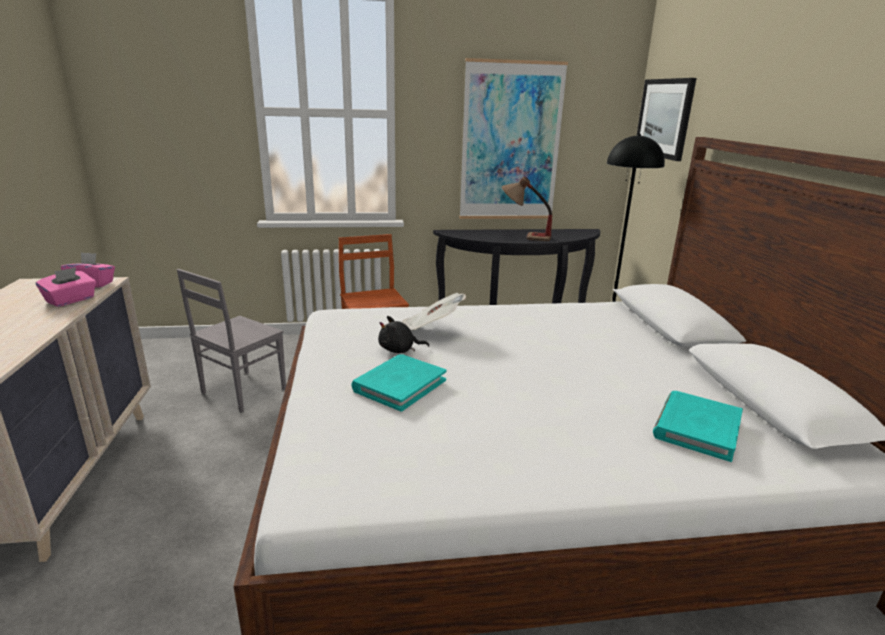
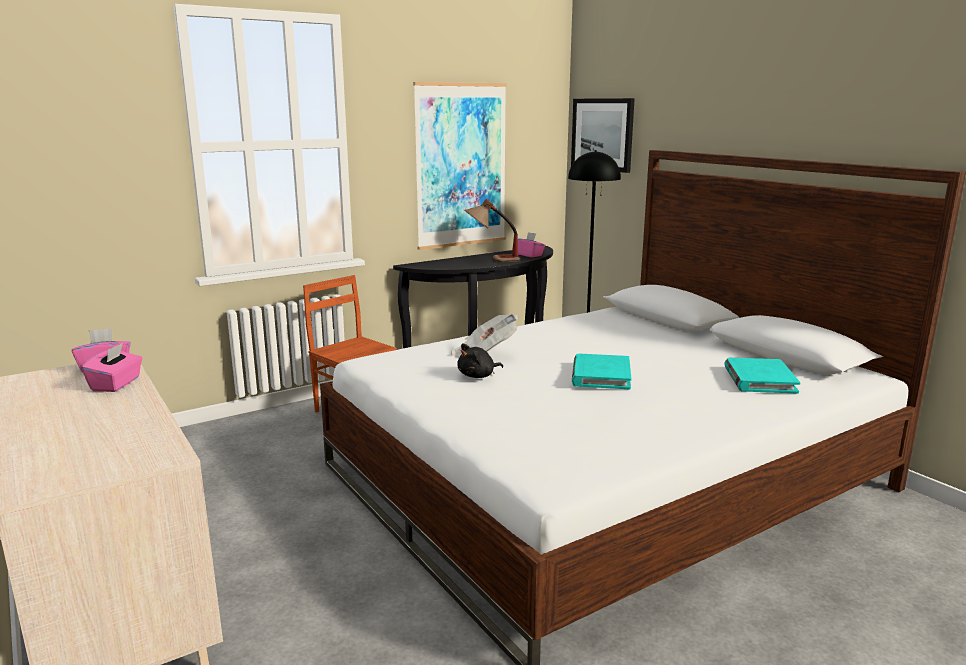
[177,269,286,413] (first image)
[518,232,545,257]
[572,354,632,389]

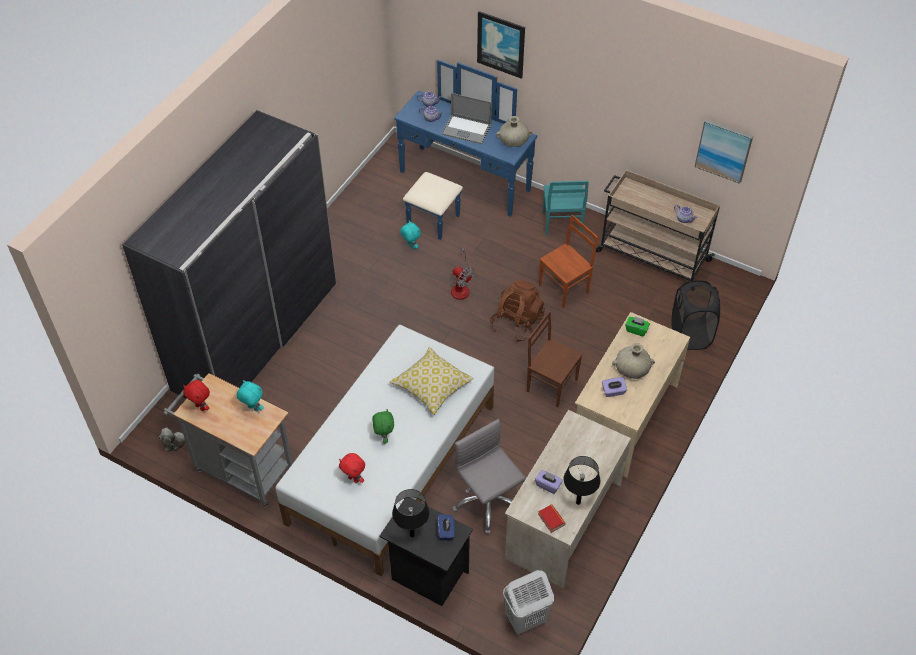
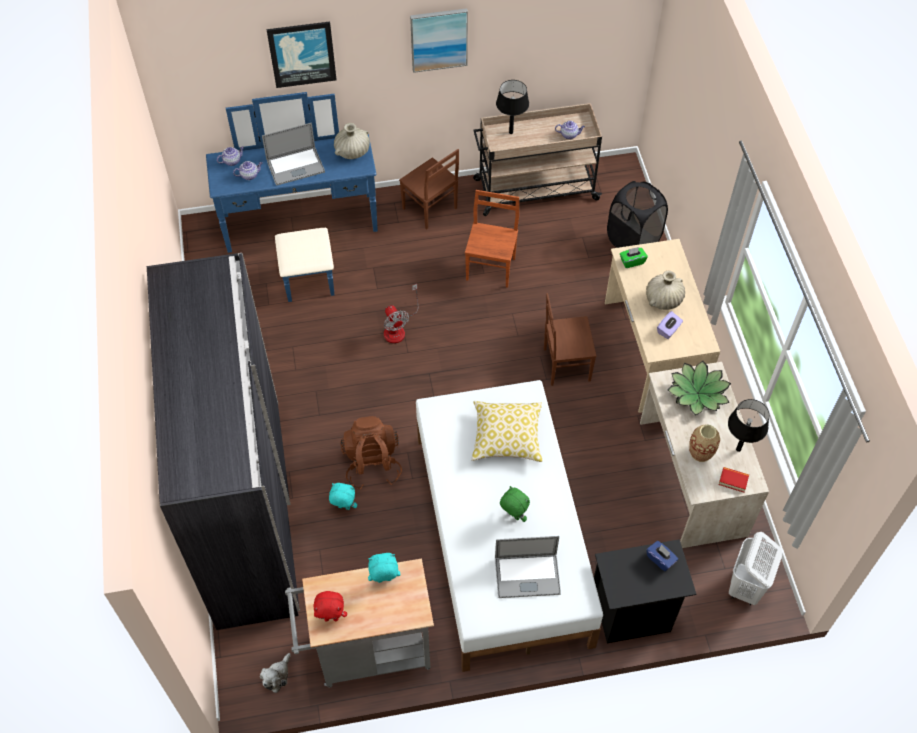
[452,419,526,534] (first image)
[668,361,731,415]
[496,80,529,134]
[329,483,357,510]
[340,416,402,489]
[410,8,468,73]
[495,536,561,598]
[689,424,720,462]
[399,149,459,230]
[384,284,418,344]

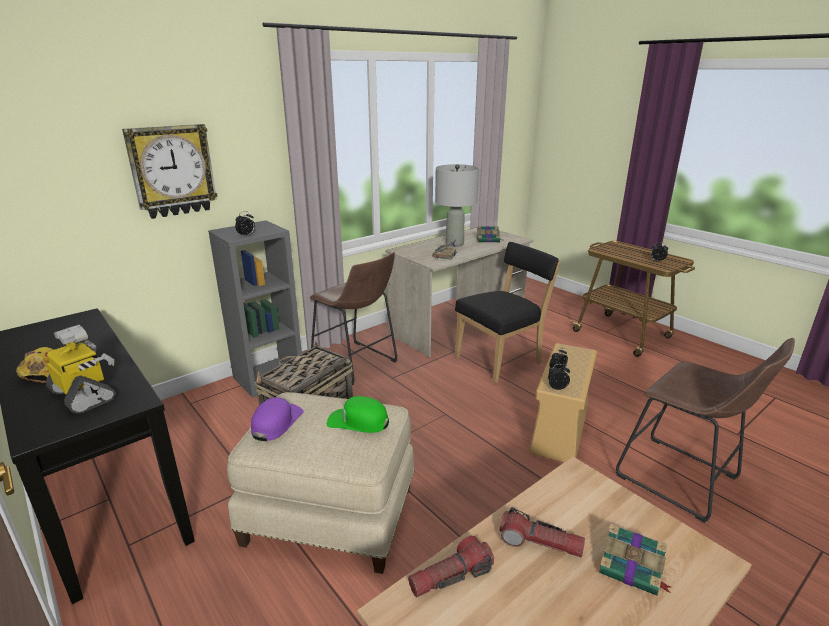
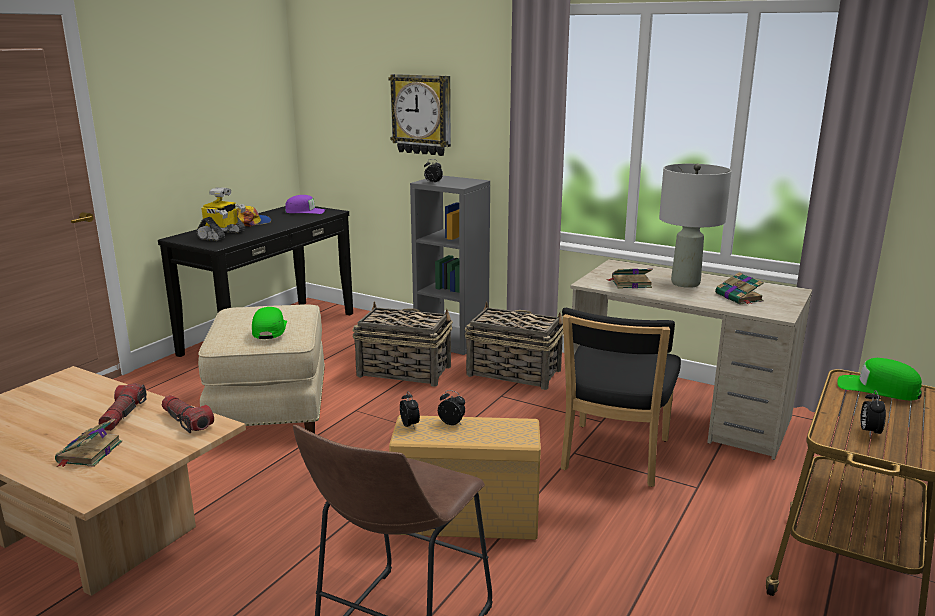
[837,358,922,400]
[285,195,326,214]
[162,395,214,433]
[465,301,563,390]
[561,308,681,487]

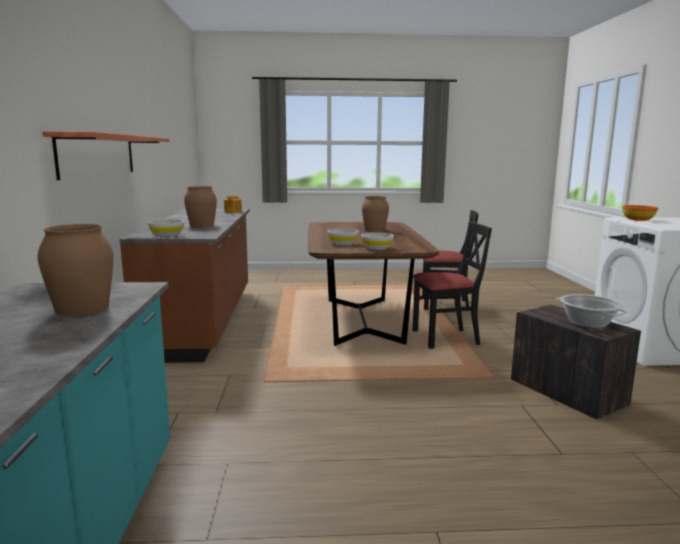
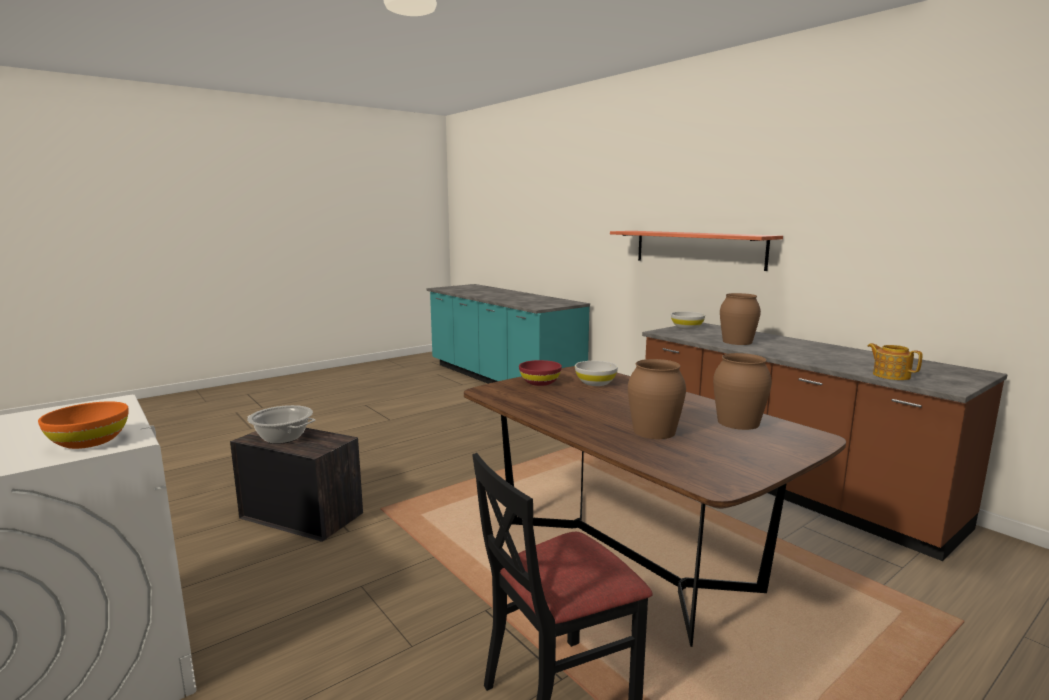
[413,222,492,349] (first image)
[713,353,772,430]
[519,360,562,386]

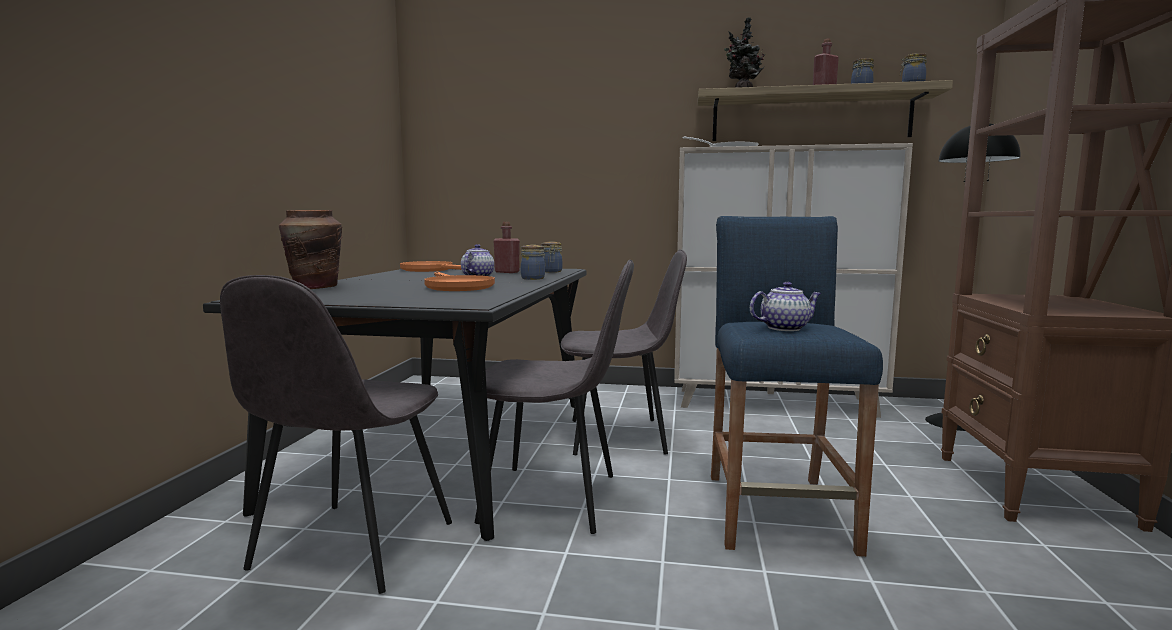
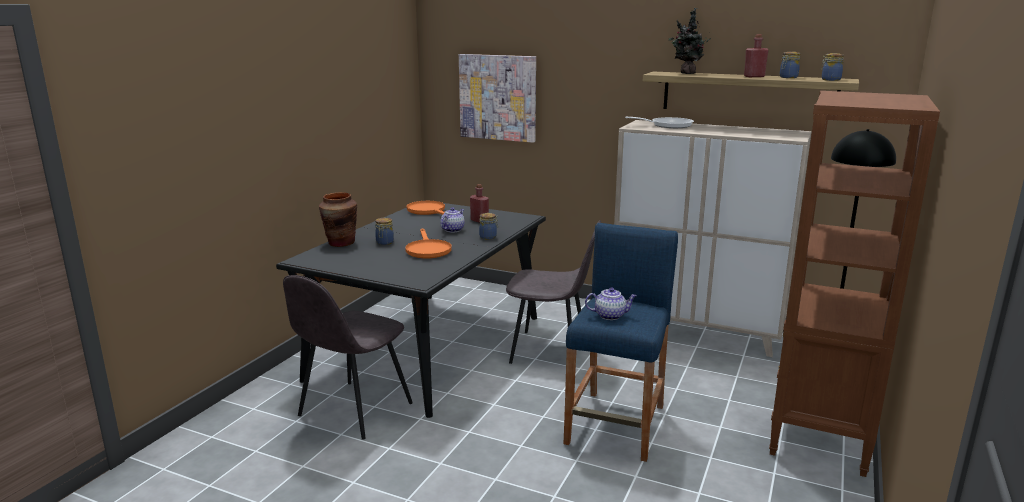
[475,260,634,534] (first image)
[459,54,536,143]
[375,218,394,245]

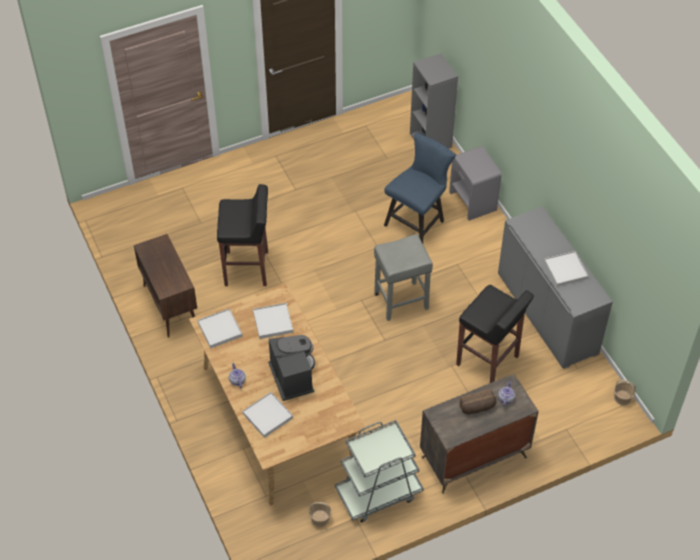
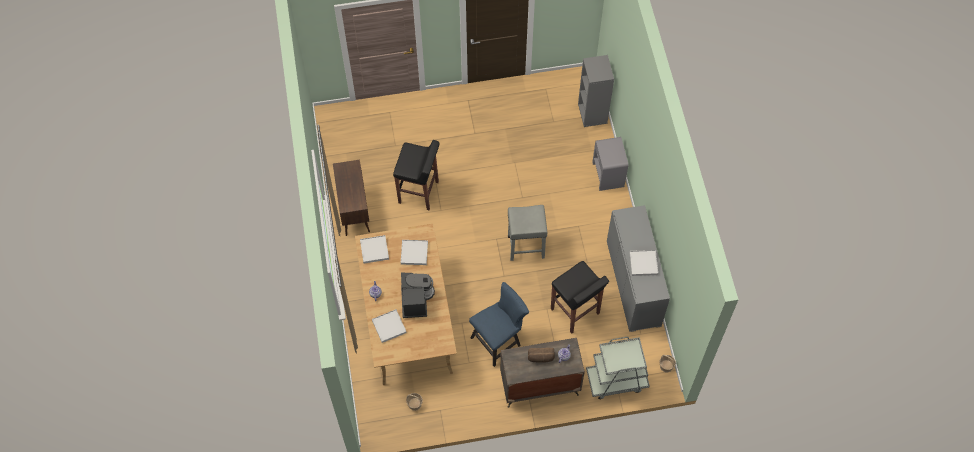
[586,337,650,399]
[469,282,529,367]

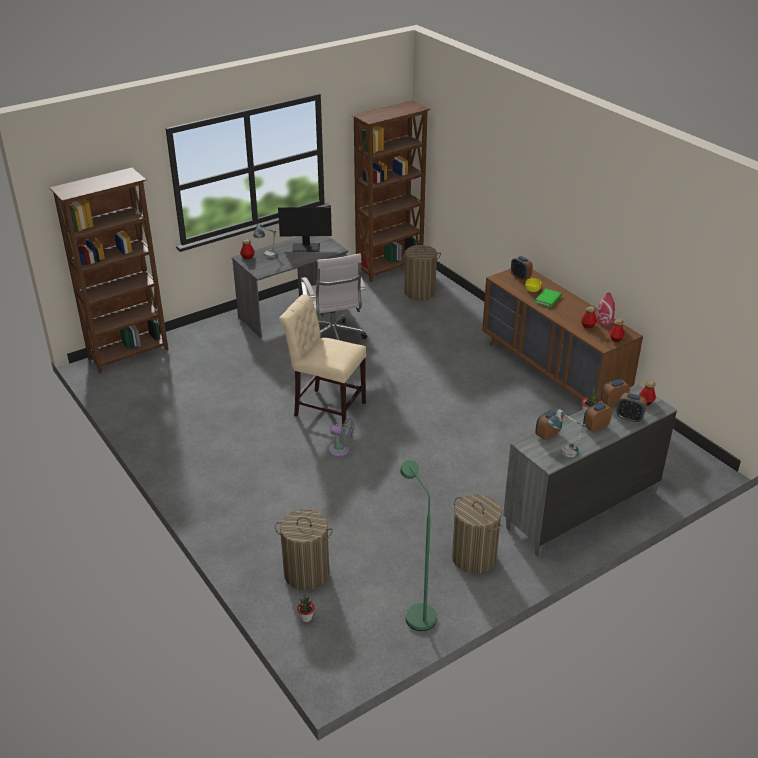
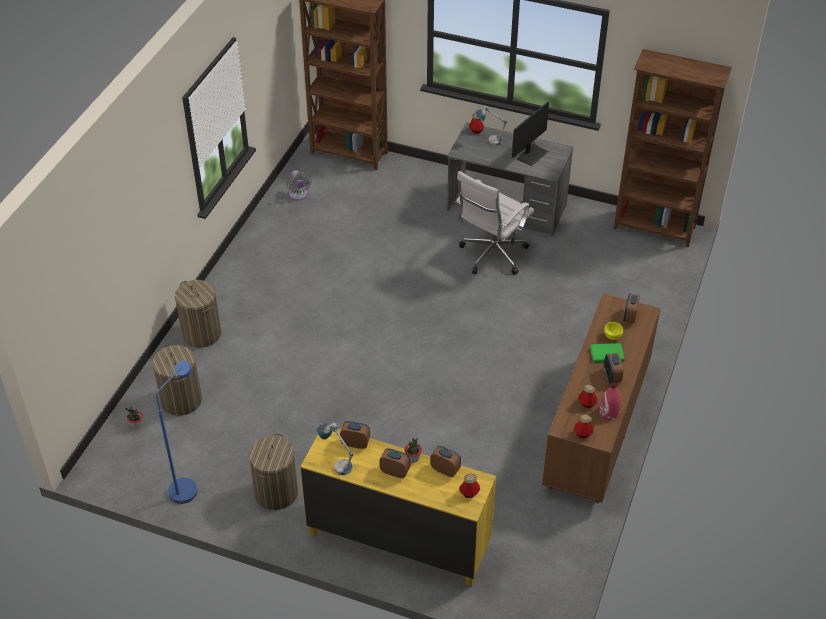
[279,294,366,426] (first image)
[287,170,311,200]
[175,280,221,348]
[604,353,623,384]
[156,361,197,504]
[300,428,496,587]
[512,102,549,167]

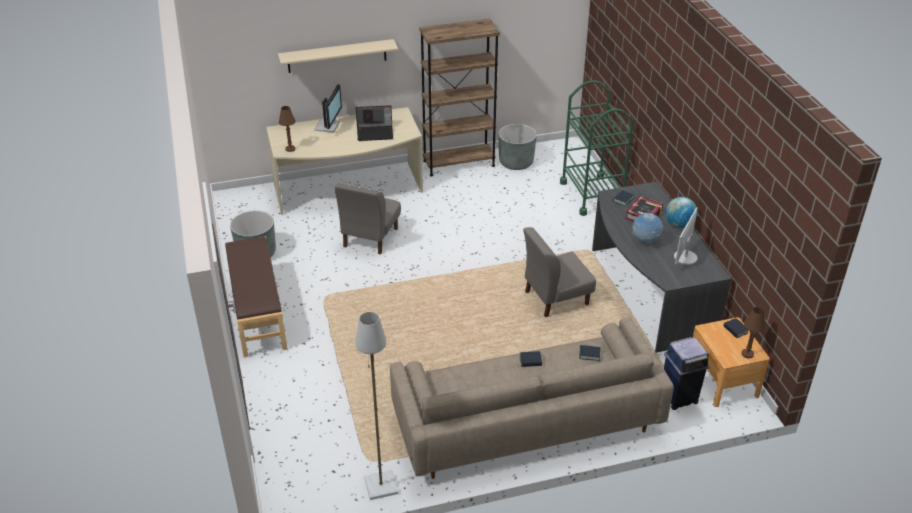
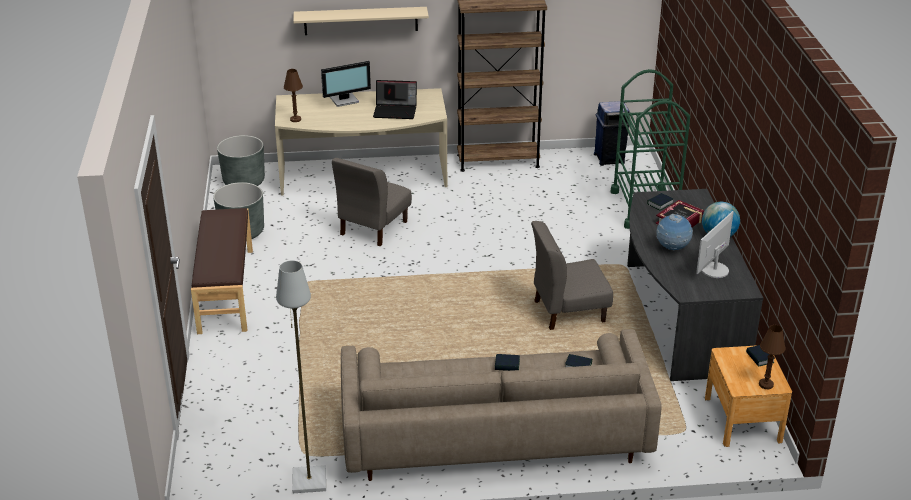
[217,135,265,186]
[594,101,630,166]
[321,61,371,107]

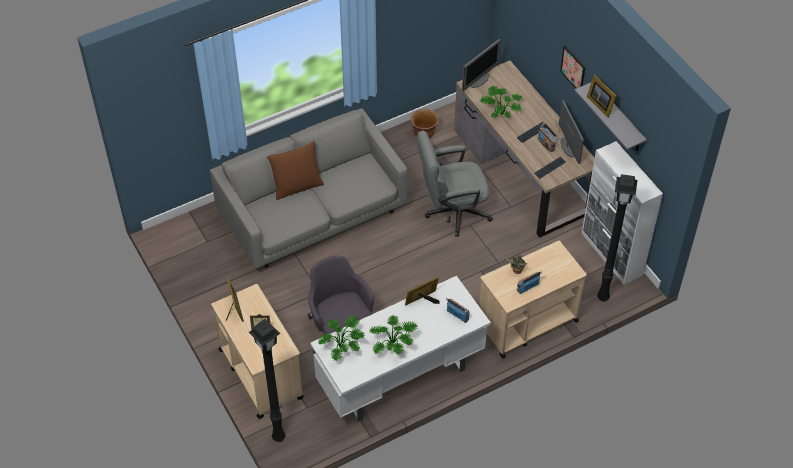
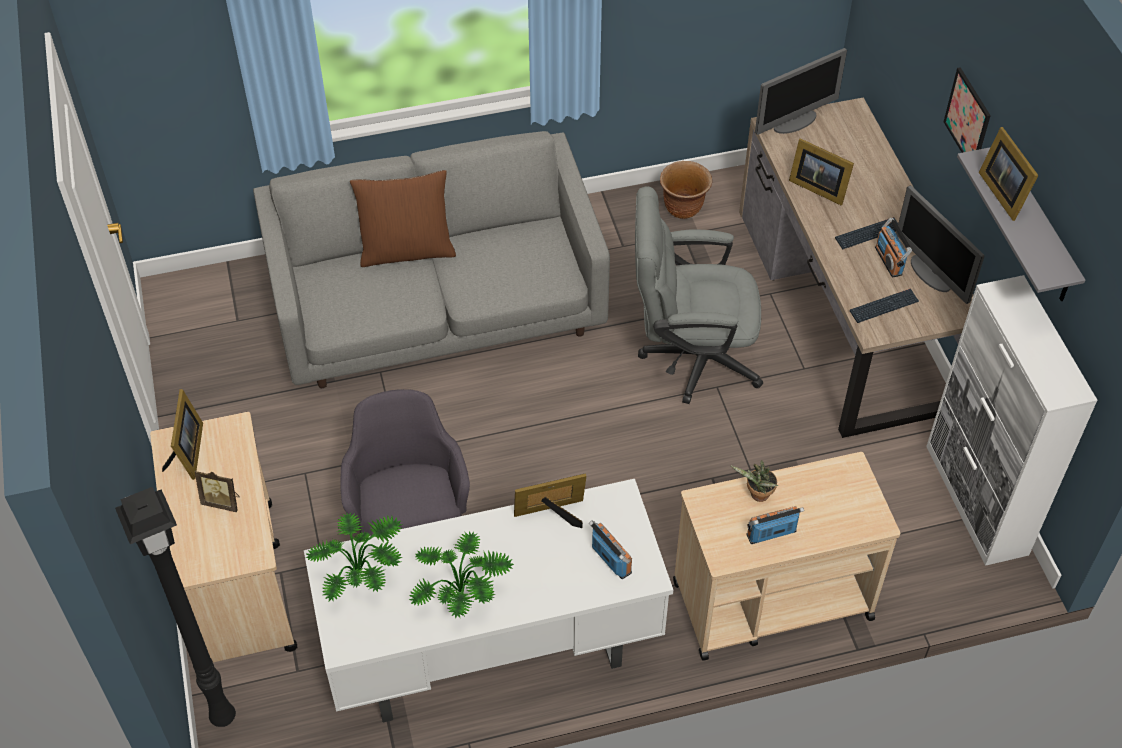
[597,174,637,302] (first image)
[789,138,854,206]
[896,185,985,304]

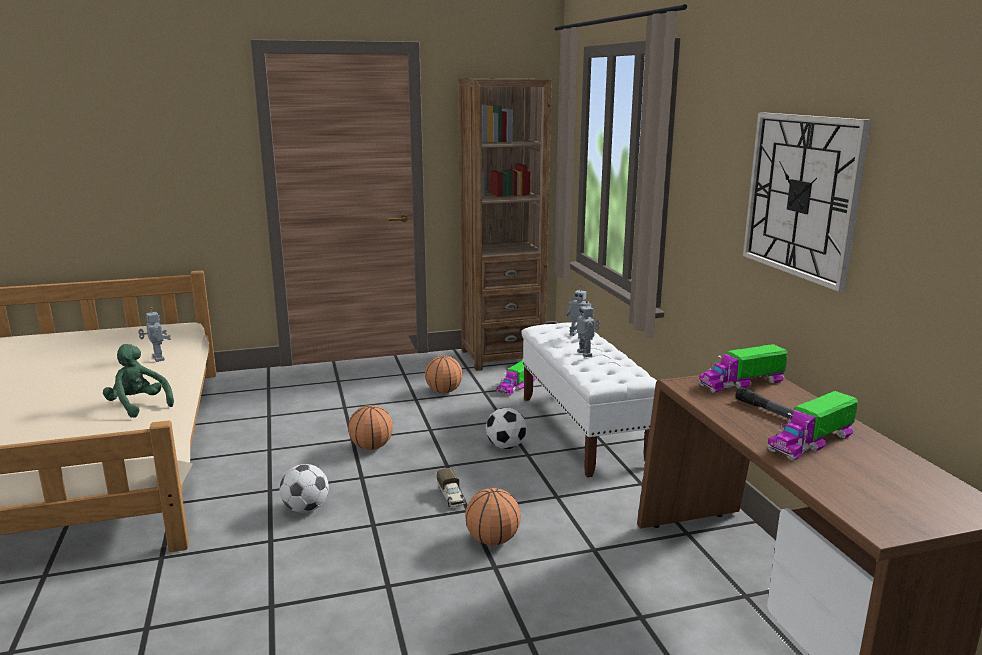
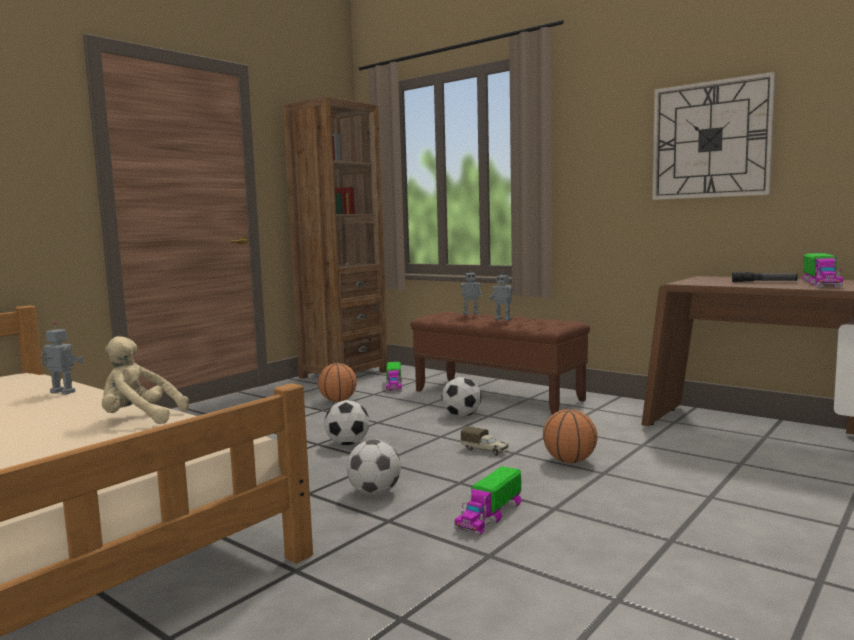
[455,466,522,536]
[325,400,369,445]
[102,336,189,424]
[410,312,590,415]

